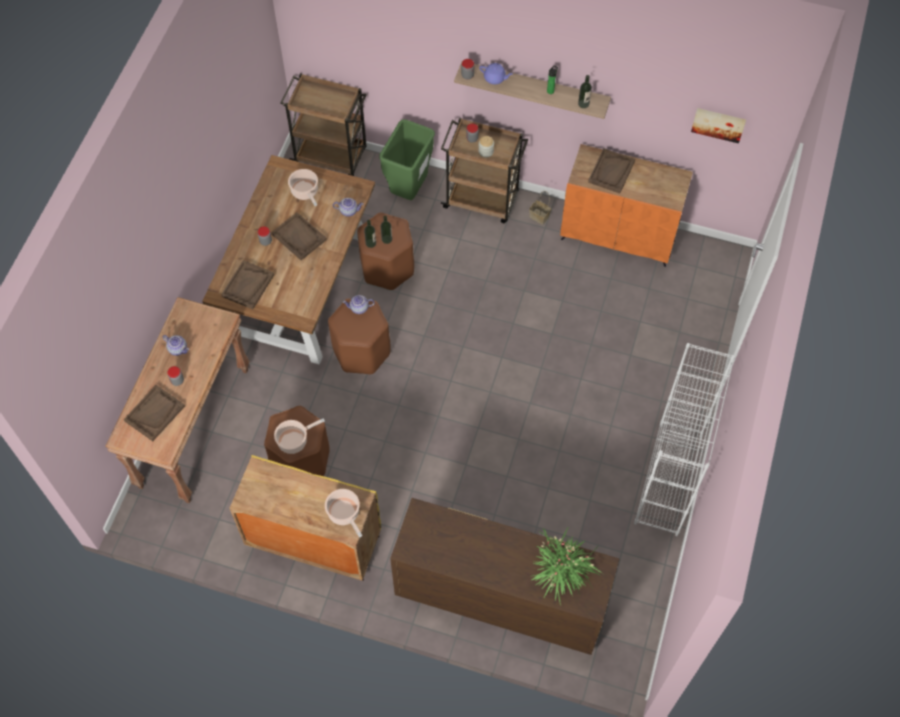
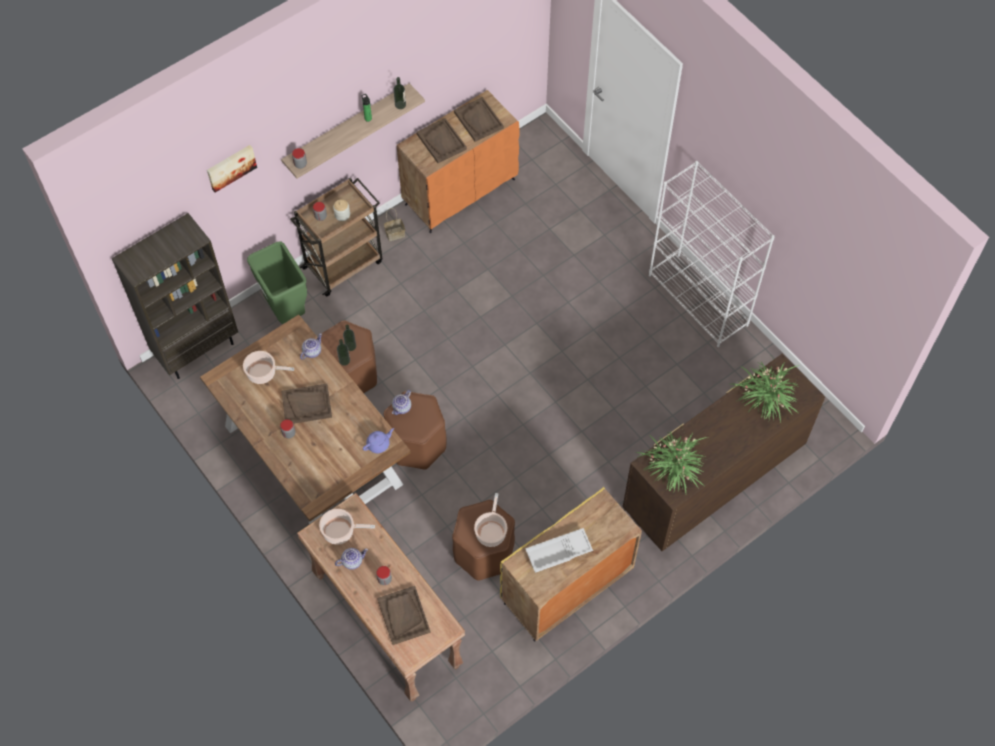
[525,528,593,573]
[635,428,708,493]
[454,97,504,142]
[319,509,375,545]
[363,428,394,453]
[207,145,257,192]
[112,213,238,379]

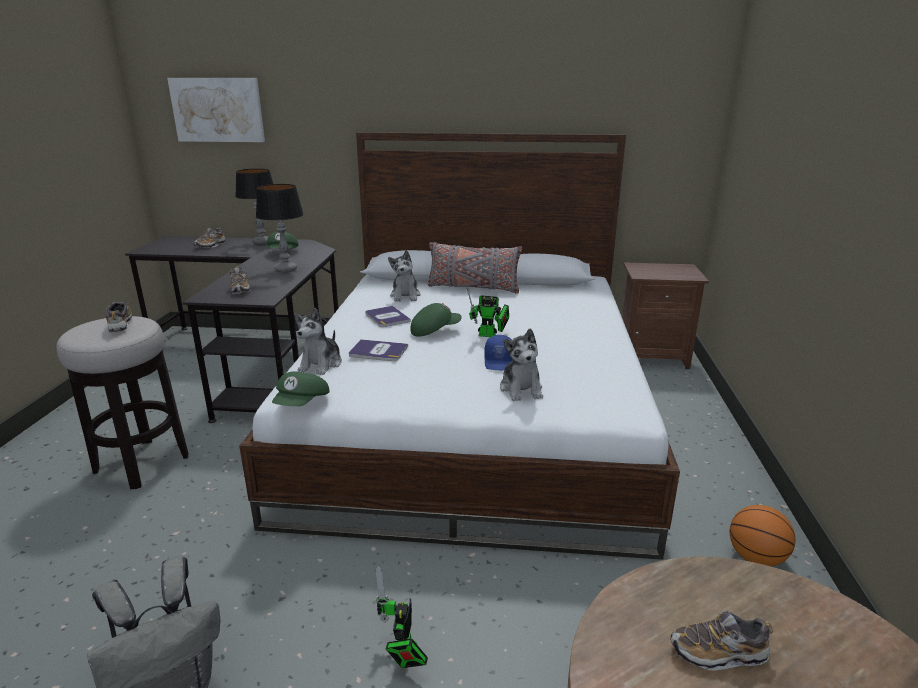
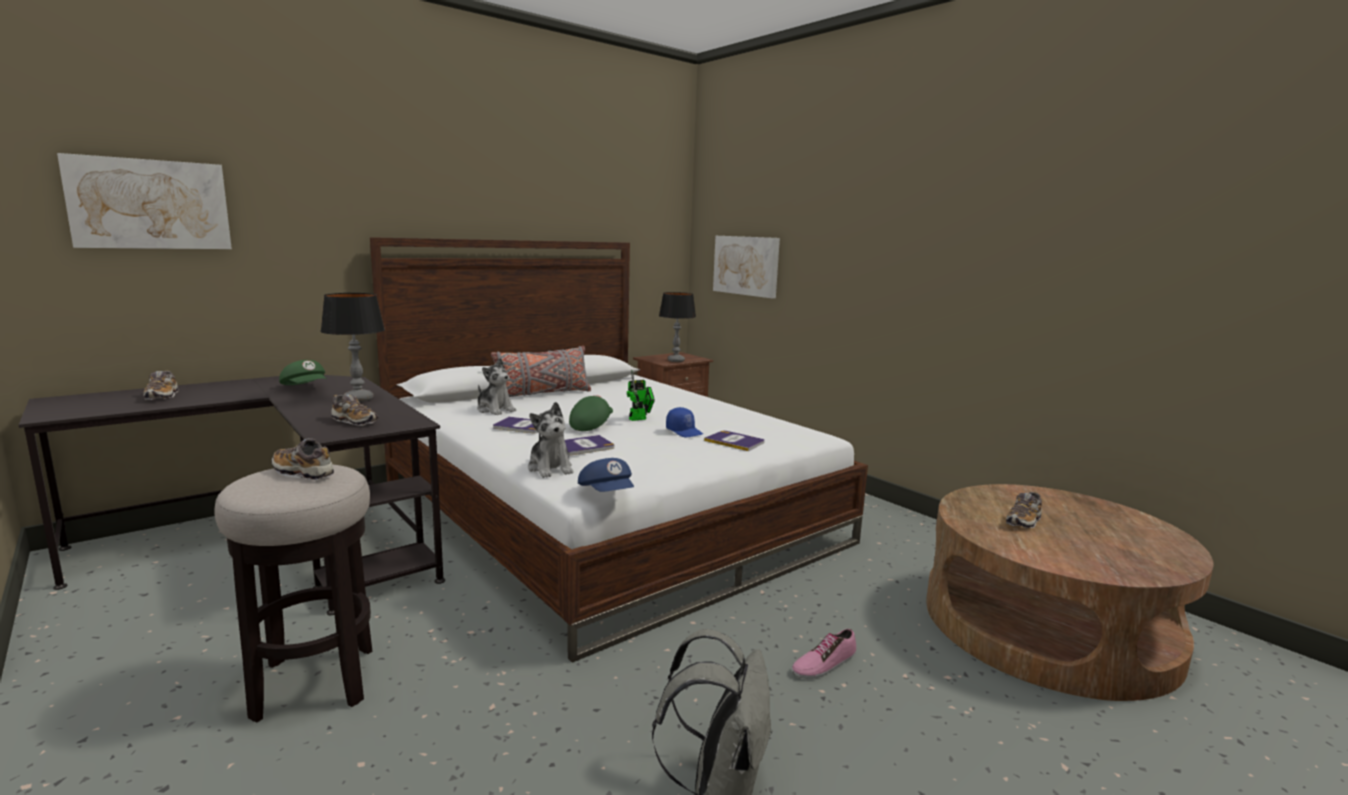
[730,505,796,566] (first image)
[713,236,780,298]
[659,292,696,362]
[792,629,856,679]
[704,431,765,451]
[578,458,634,492]

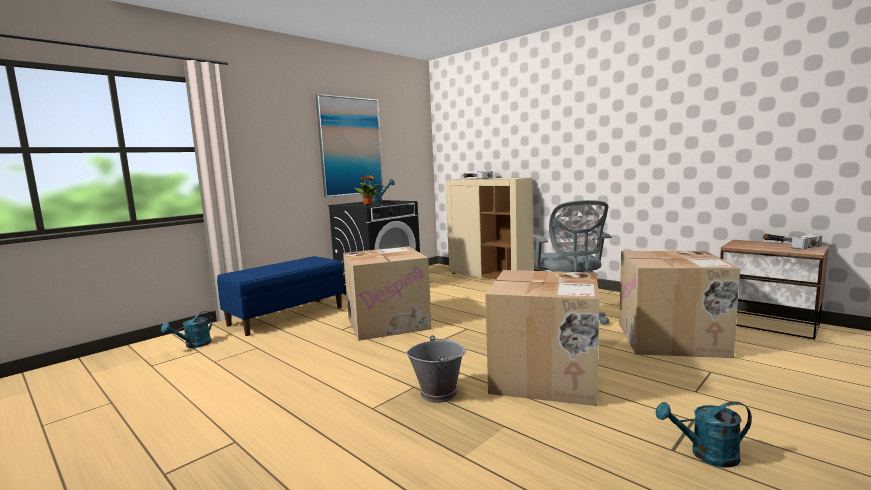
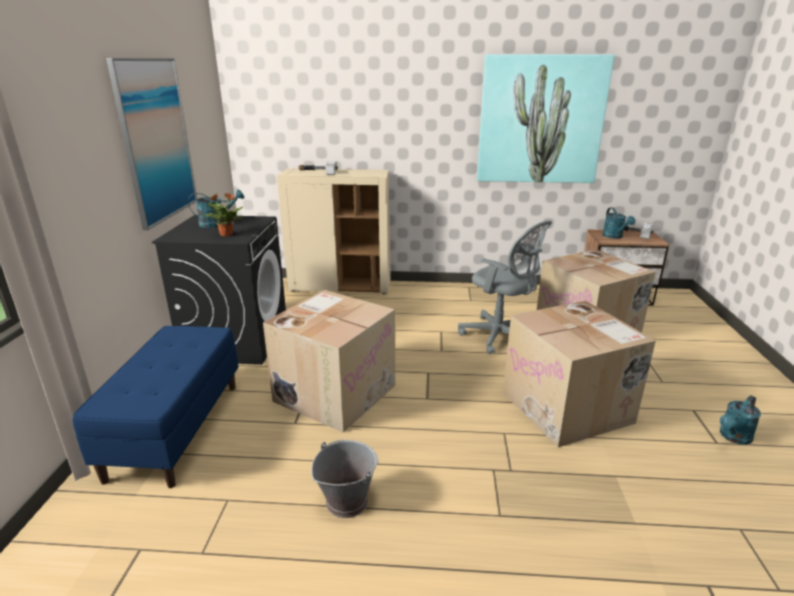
[477,55,615,183]
[602,207,635,239]
[311,440,378,518]

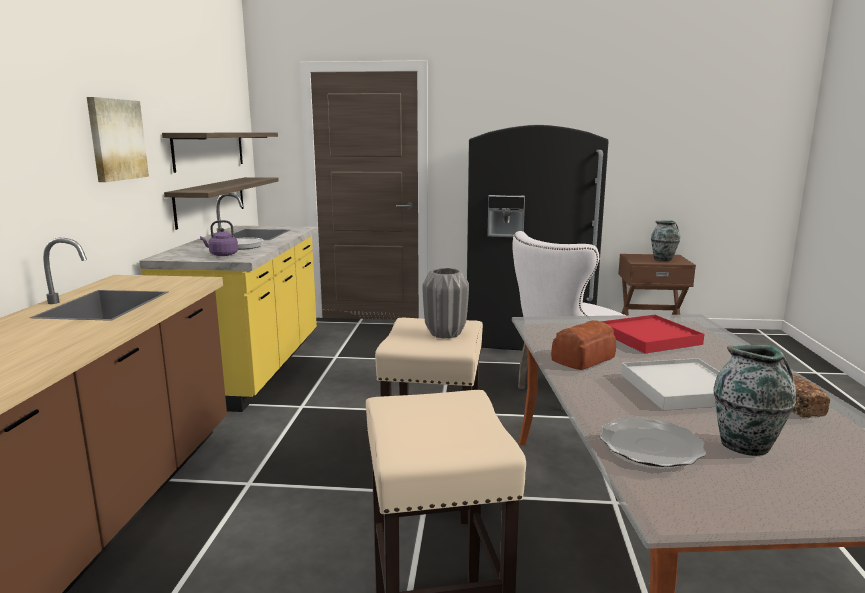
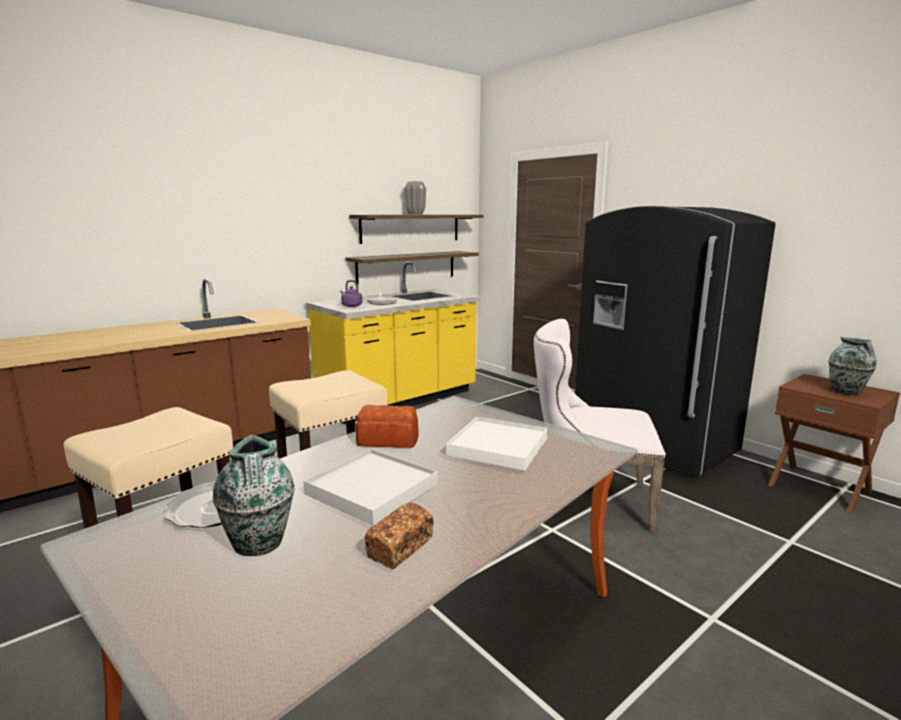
[87,97,149,182] (first image)
[404,181,426,214]
[446,417,548,471]

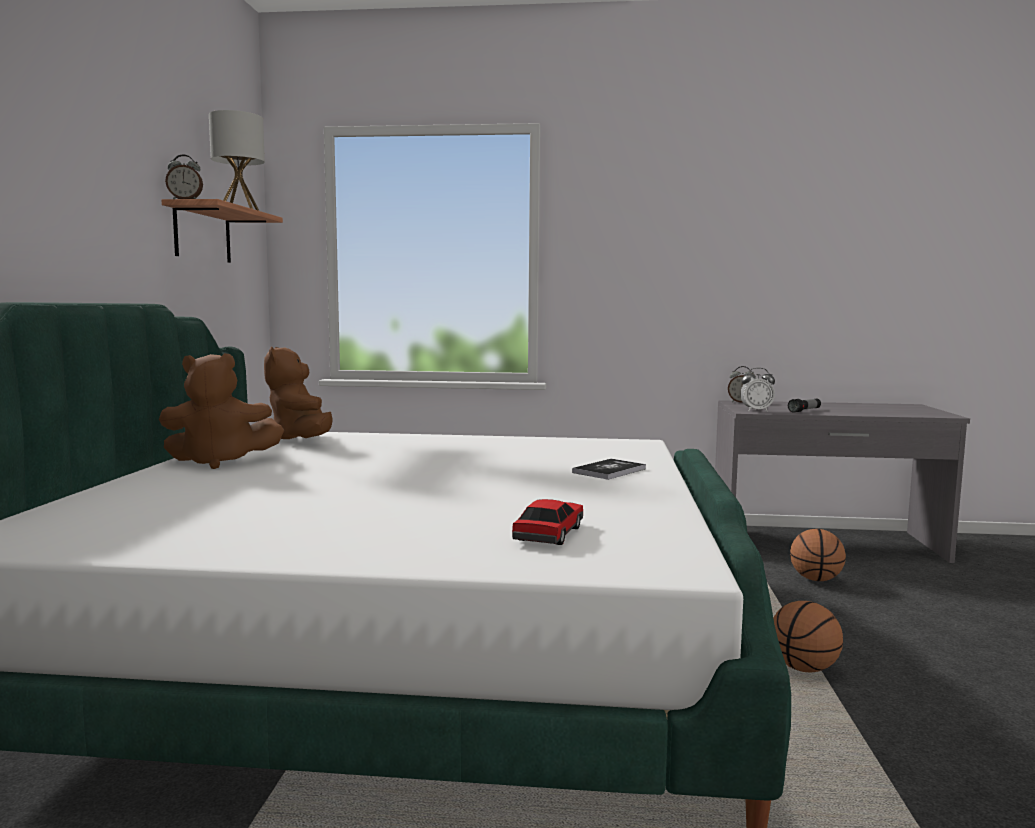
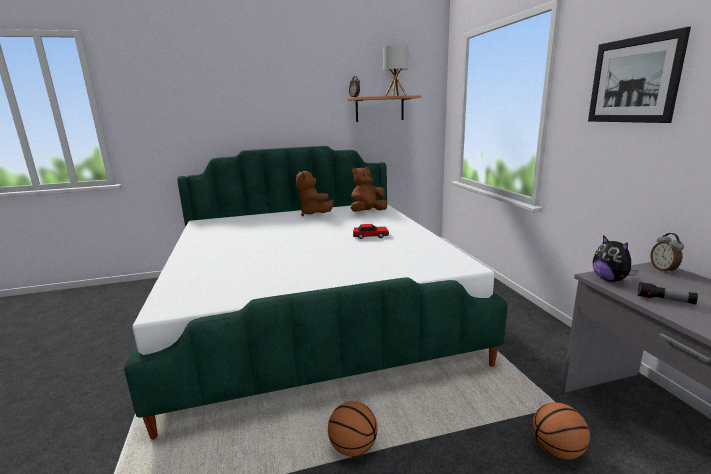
[572,459,646,480] (first image)
[588,27,691,123]
[353,224,389,239]
[593,235,639,282]

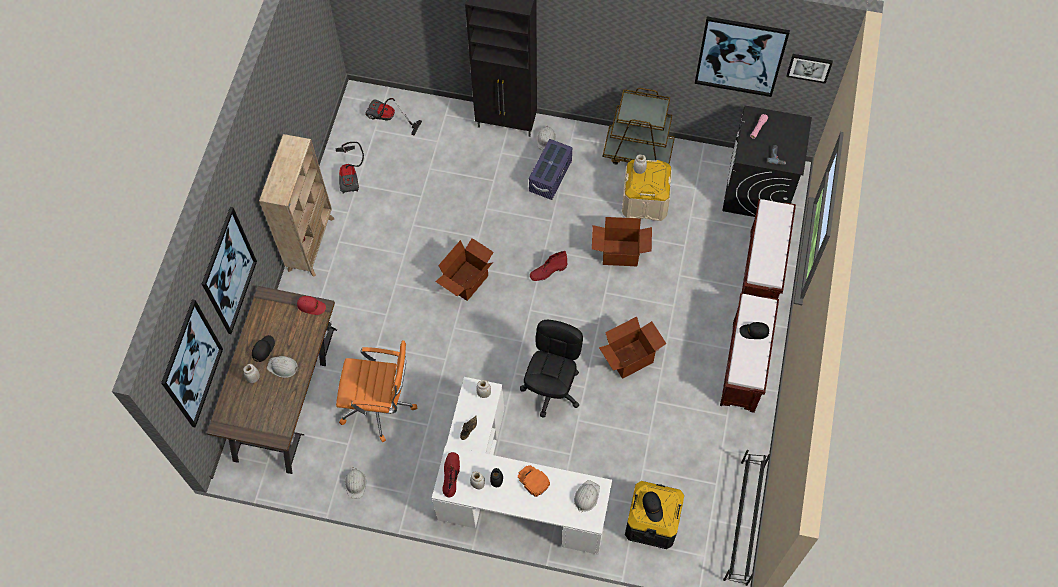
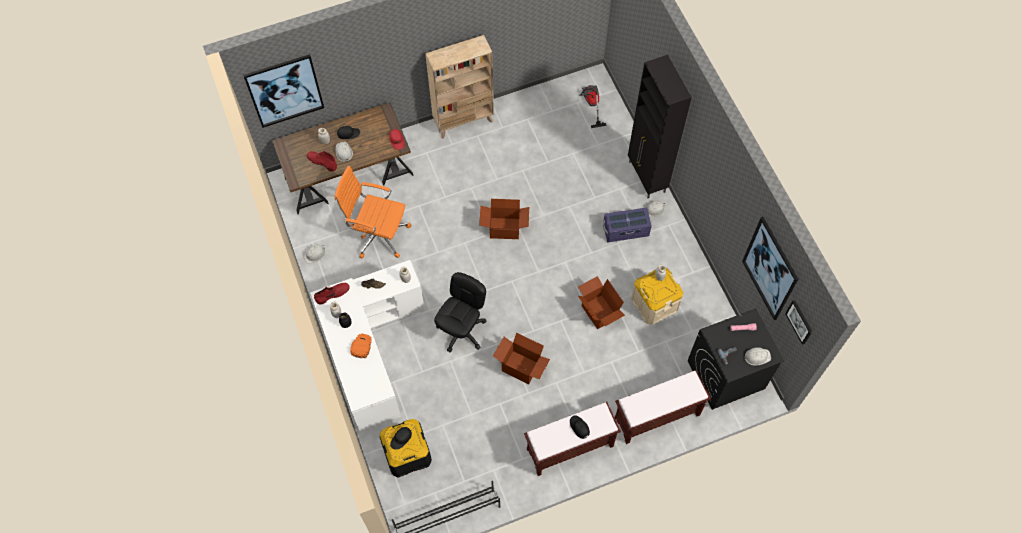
[202,207,257,334] (first image)
[336,142,364,194] (first image)
[603,88,675,164] (first image)
[307,151,337,171]
[744,347,771,366]
[335,166,412,259]
[434,272,487,352]

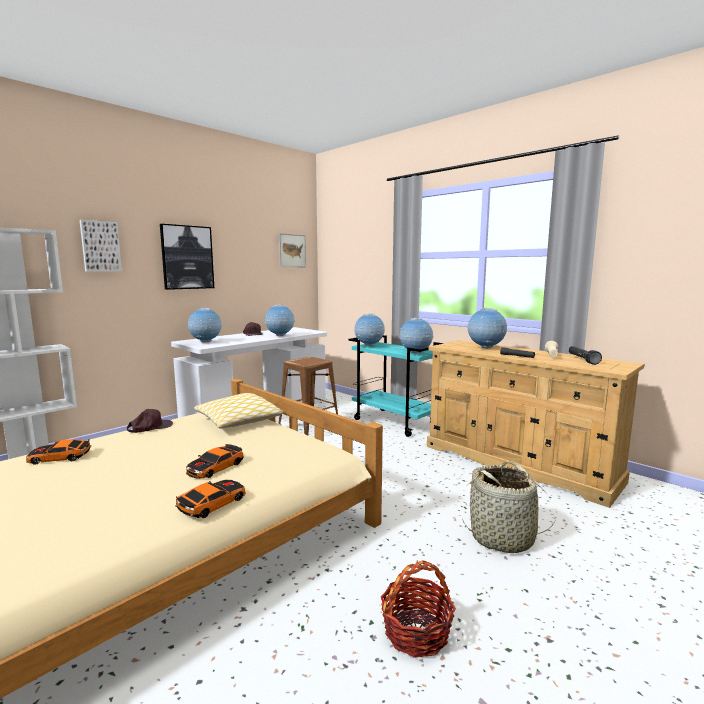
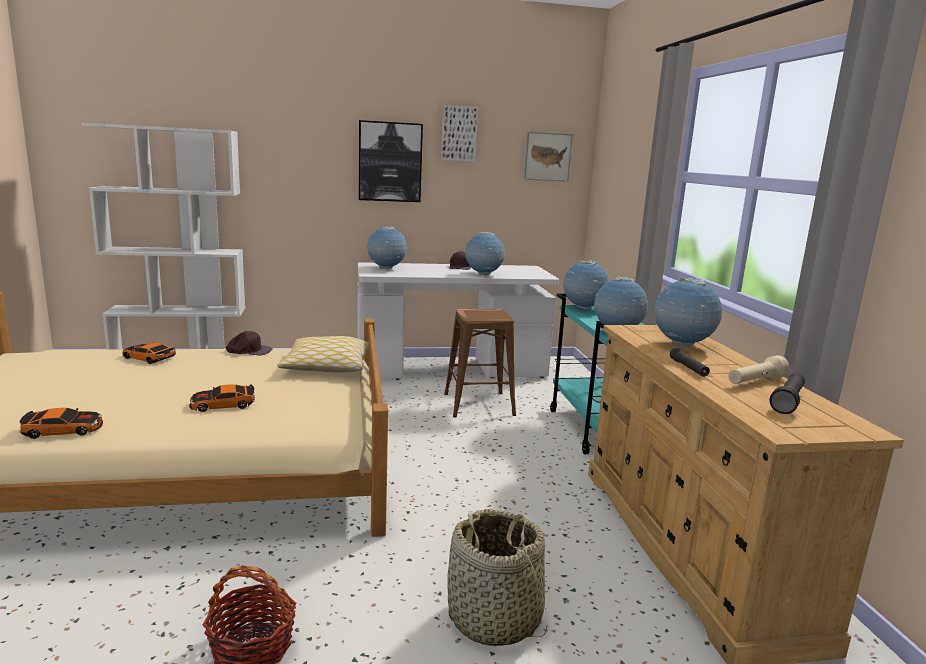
[441,105,478,162]
[19,408,103,439]

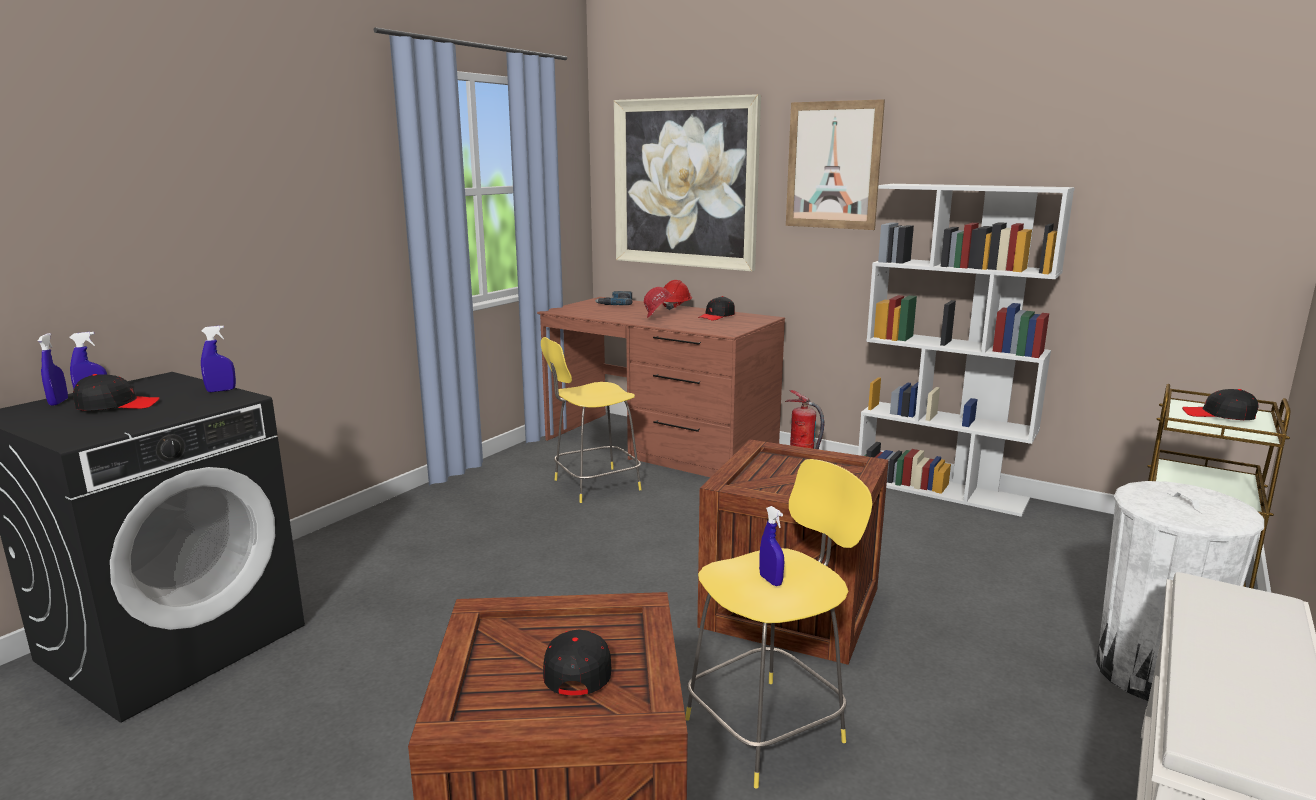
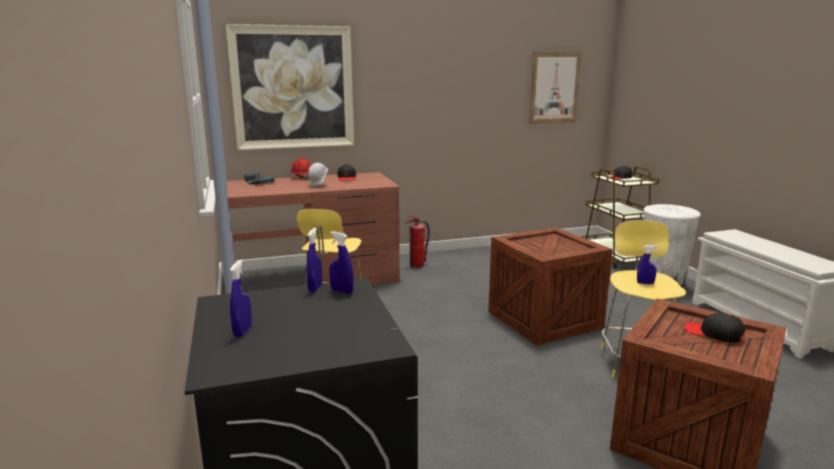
[73,374,160,411] (first image)
[858,184,1075,517] (first image)
[329,231,354,294]
[529,52,582,124]
[308,163,328,187]

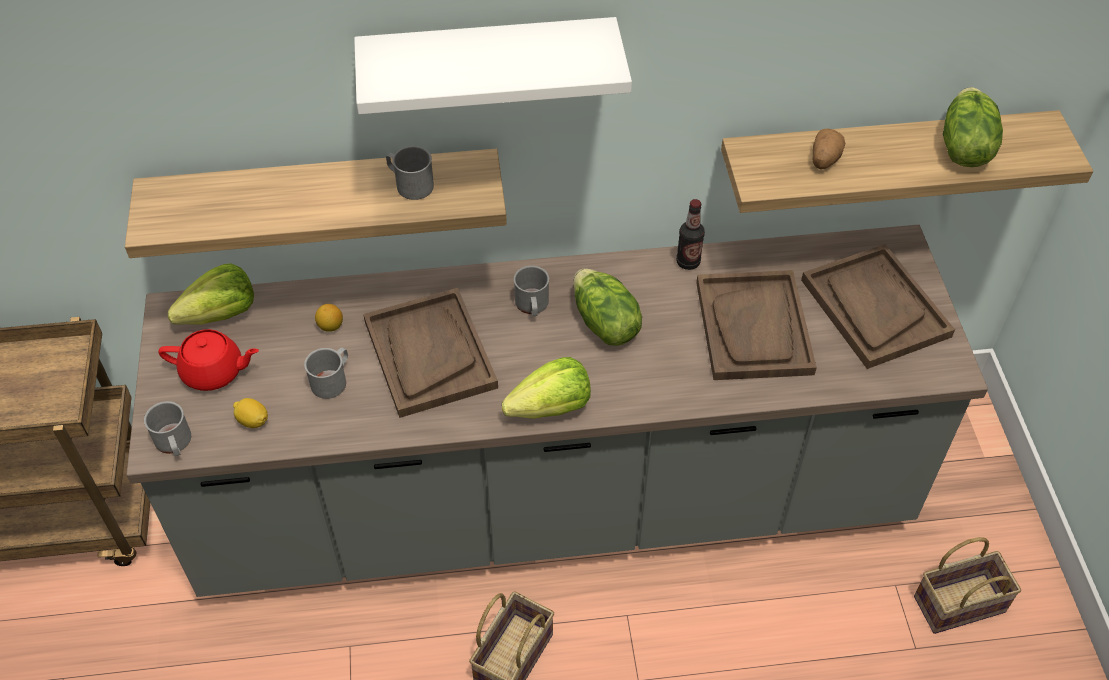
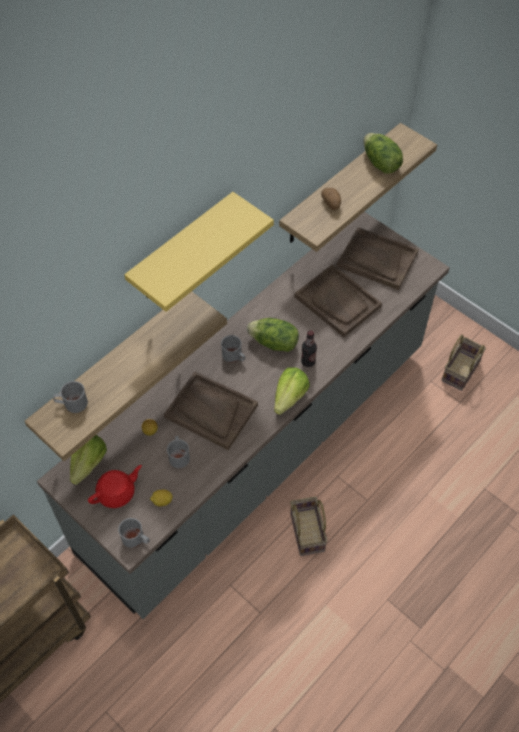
[53,381,88,413]
[301,330,317,367]
[124,192,274,312]

